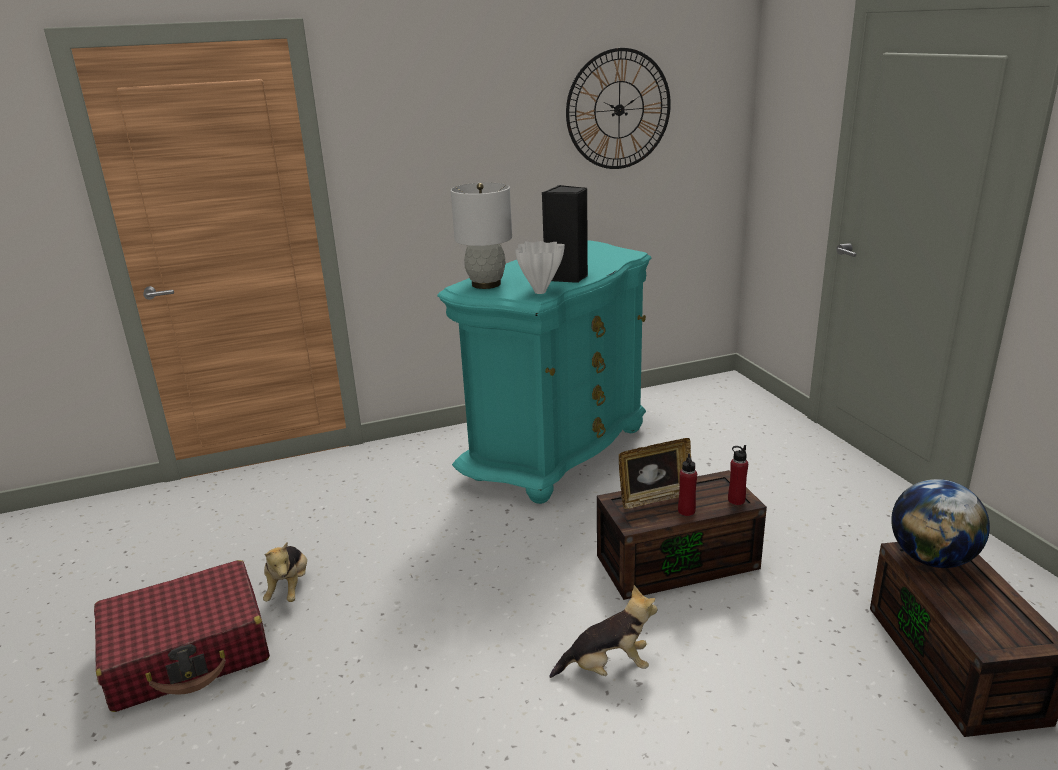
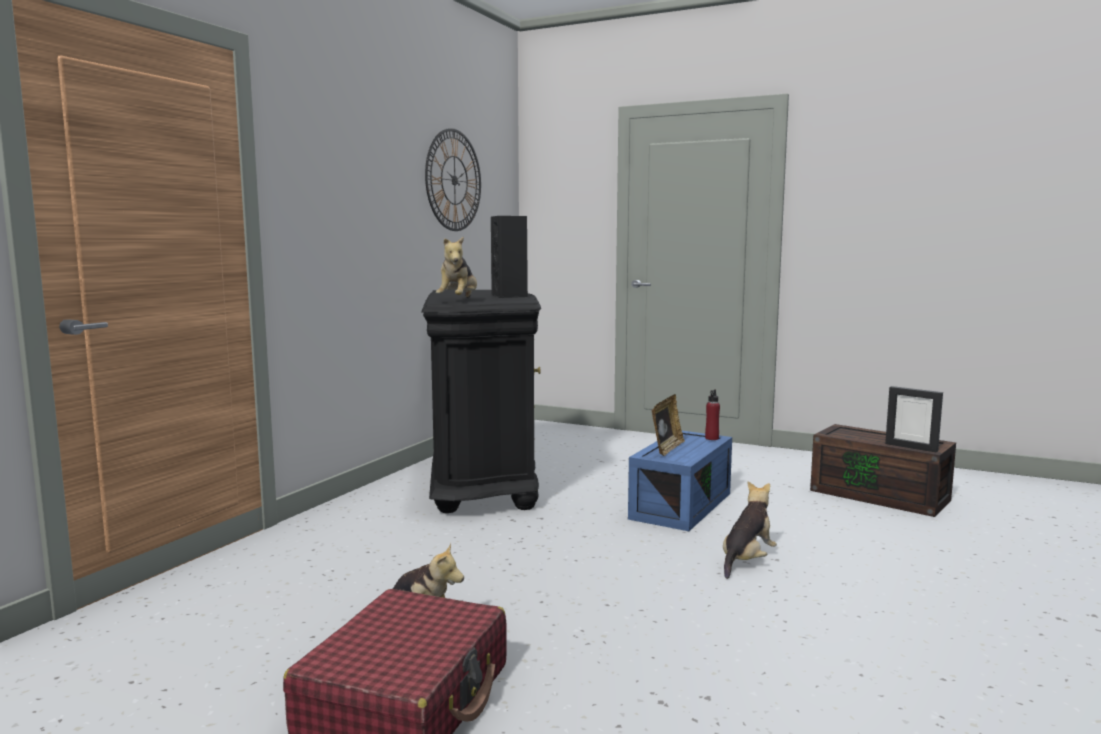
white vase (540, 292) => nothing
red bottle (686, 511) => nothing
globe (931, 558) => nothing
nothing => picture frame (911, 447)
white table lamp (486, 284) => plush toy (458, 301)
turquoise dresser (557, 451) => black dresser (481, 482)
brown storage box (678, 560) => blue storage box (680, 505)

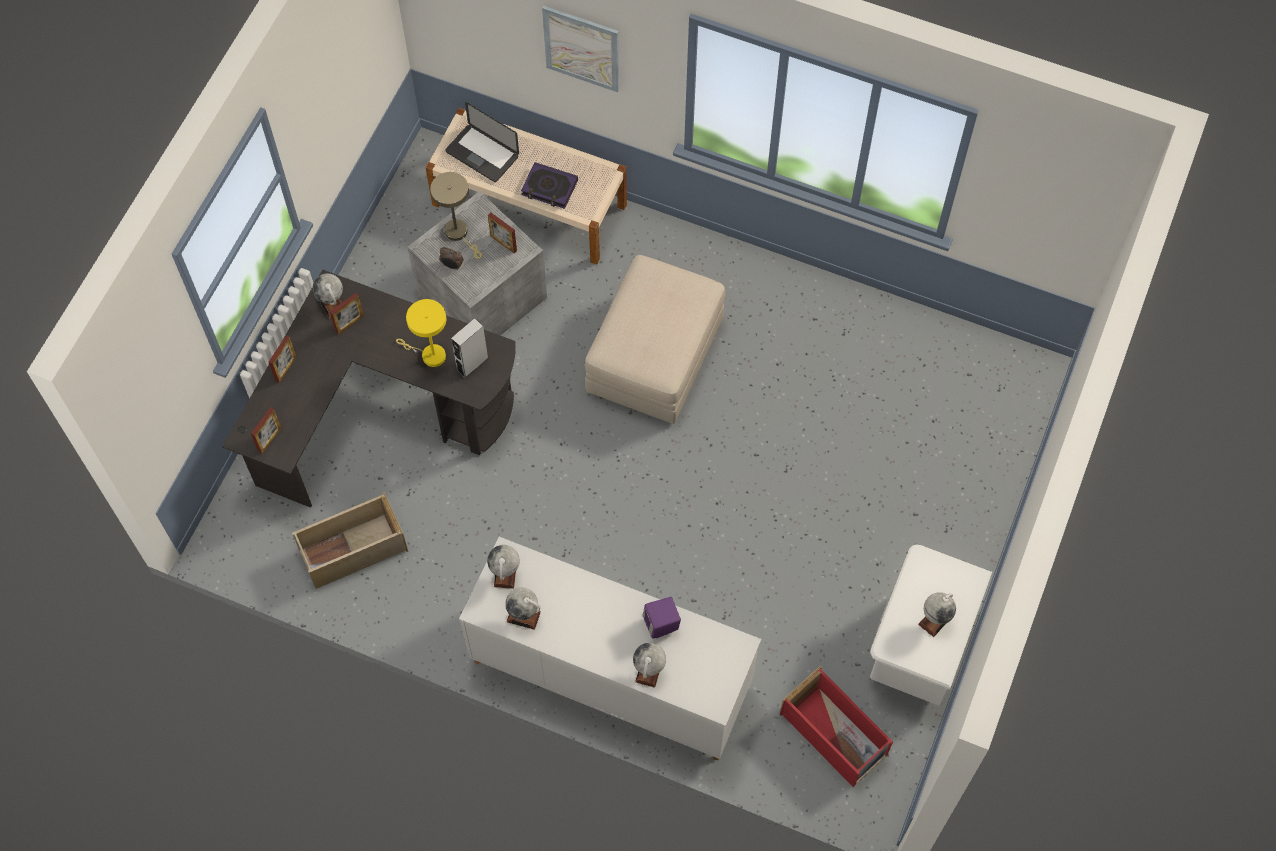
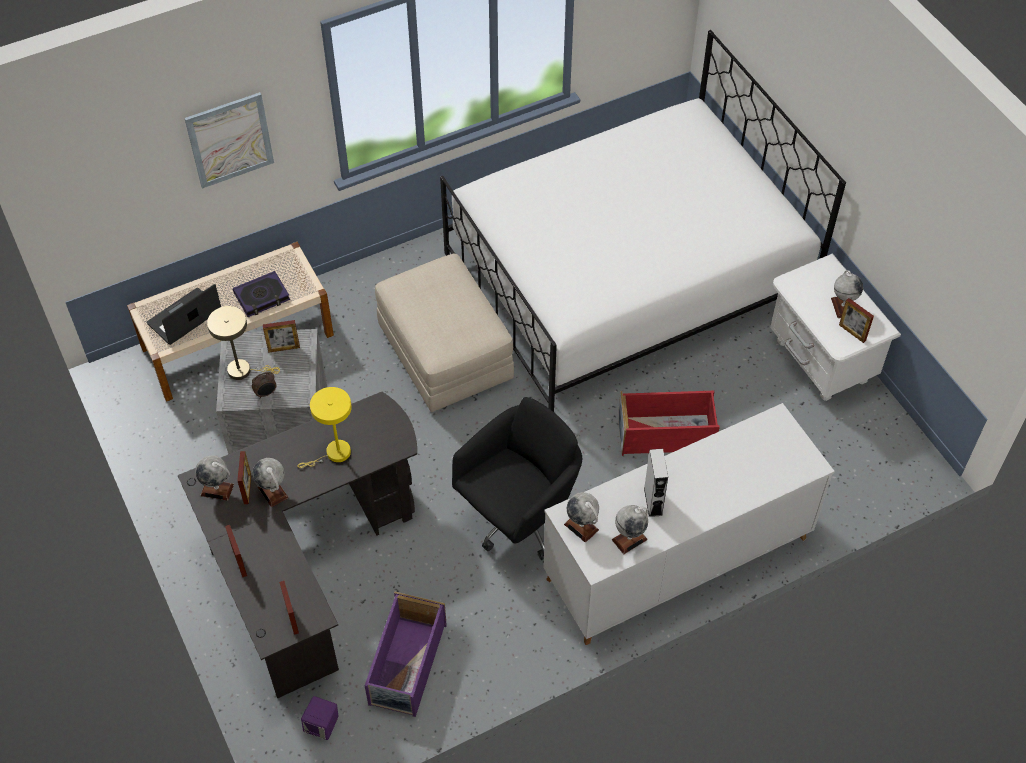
nothing => white bed (628, 278)
nothing => black office chair (518, 523)
nothing => picture frame (852, 332)
grey speaker (472, 364) => grey speaker (653, 501), relocated
globe (649, 671) => globe (273, 492), relocated
purple speaker (661, 624) => purple speaker (322, 725), relocated
red storage box (834, 734) => red storage box (666, 434), relocated
beige storage box (352, 550) => purple storage box (407, 665)
laptop (482, 154) => laptop (184, 317), 150 degrees clockwise

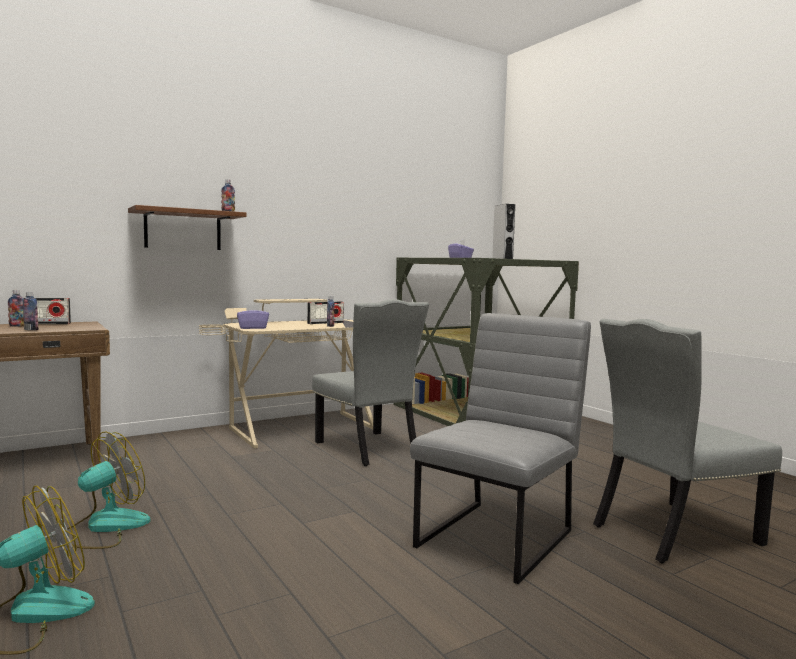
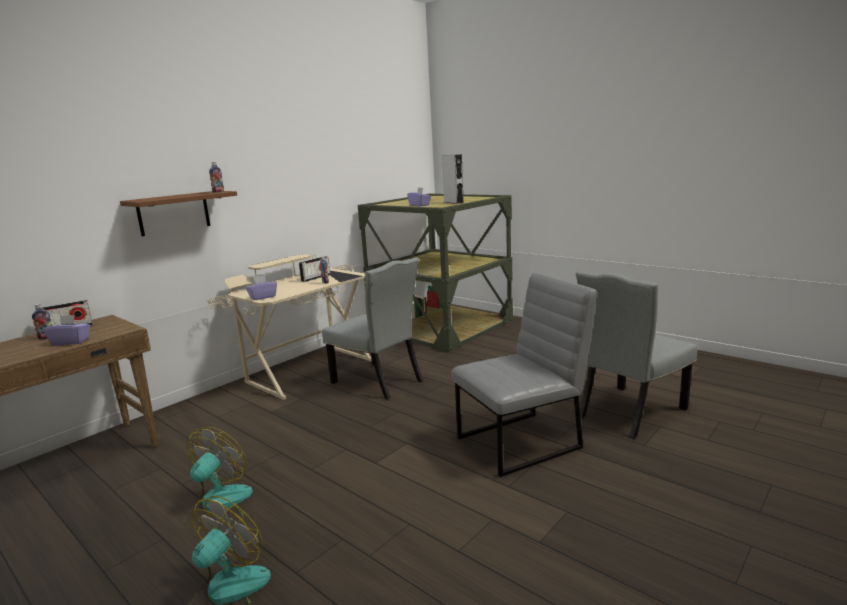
bottle (31, 329) => purple tissue box (71, 342)
grey chair (498, 537) => grey chair (522, 442), 45 degrees clockwise

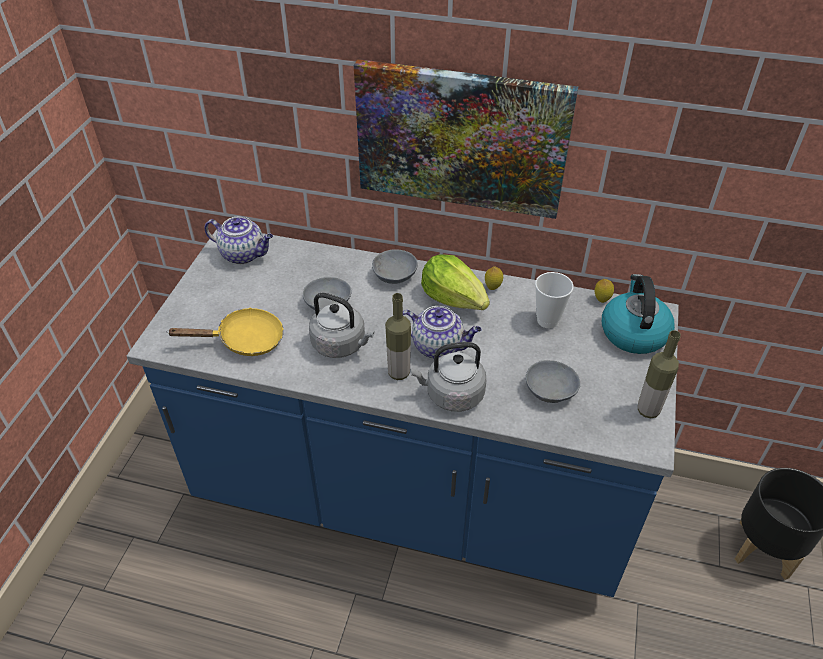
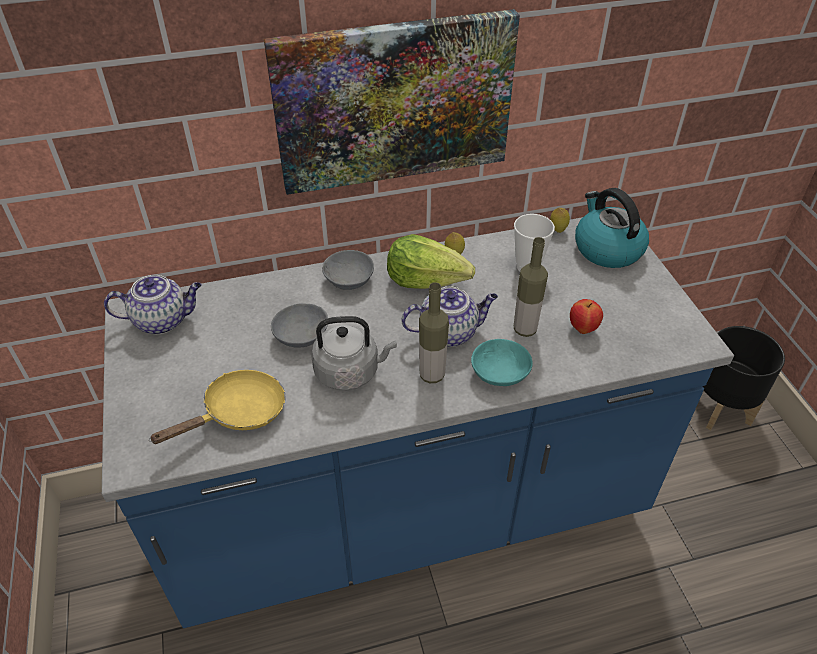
bottle (648, 410) => bottle (525, 329), relocated
grey kettle (451, 395) => turquoise bowl (499, 374)
grey bowl (552, 389) => apple (582, 329)

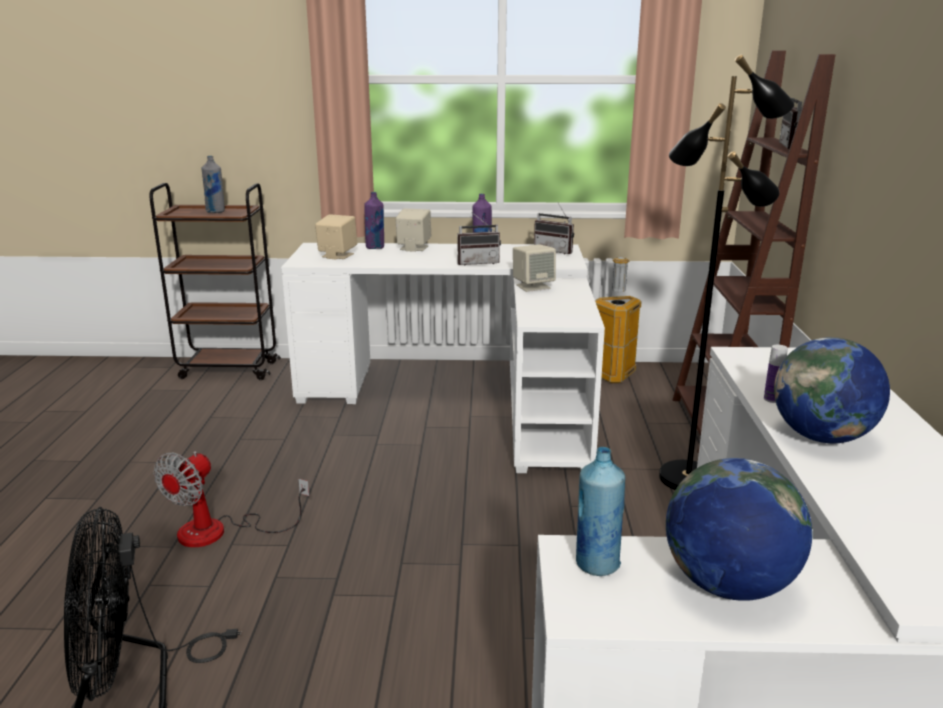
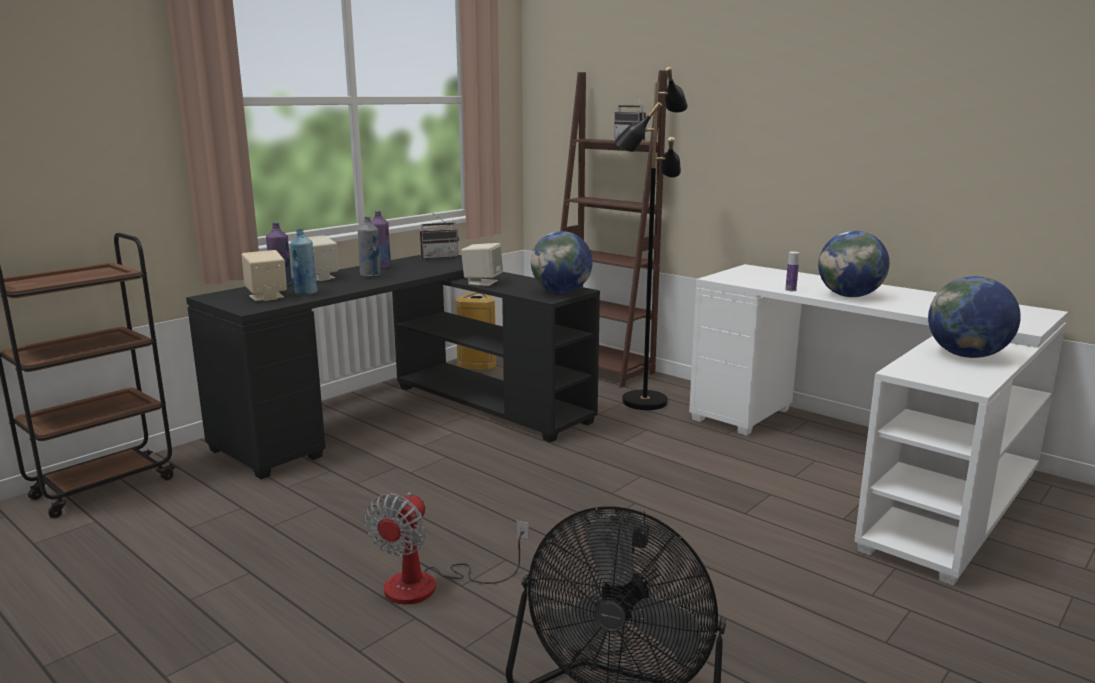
radio (478, 262) => nothing
nothing => globe (561, 292)
grey bottle (216, 211) => grey bottle (370, 276), relocated
blue bottle (597, 564) => blue bottle (306, 293), relocated
white desk (466, 399) => black desk (410, 417)
fan (219, 531) => fan (430, 585), 45 degrees clockwise

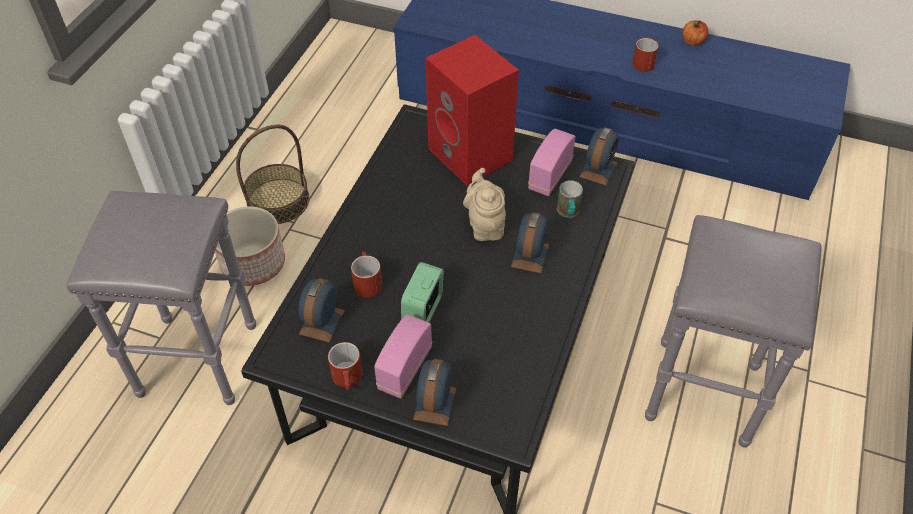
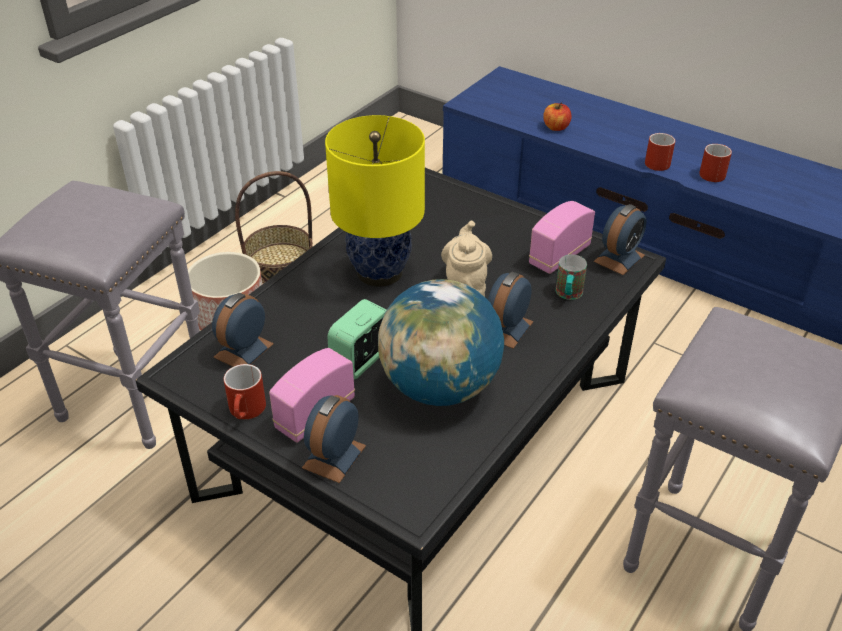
red speaker (472, 155) => nothing
nothing => yellow table lamp (379, 272)
nothing => globe (440, 387)
red mug (366, 282) => red mug (656, 161), relocated
apple (693, 42) => apple (556, 127), relocated

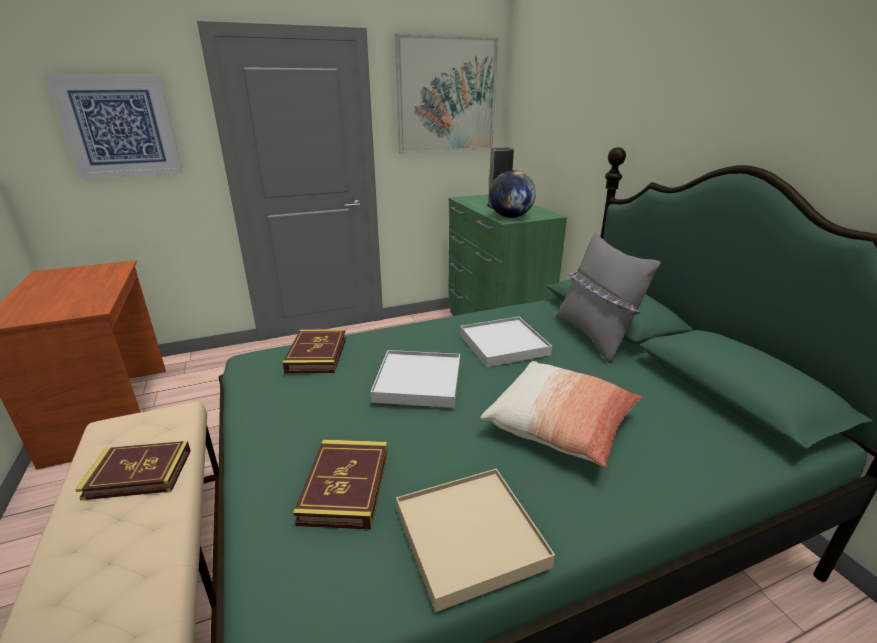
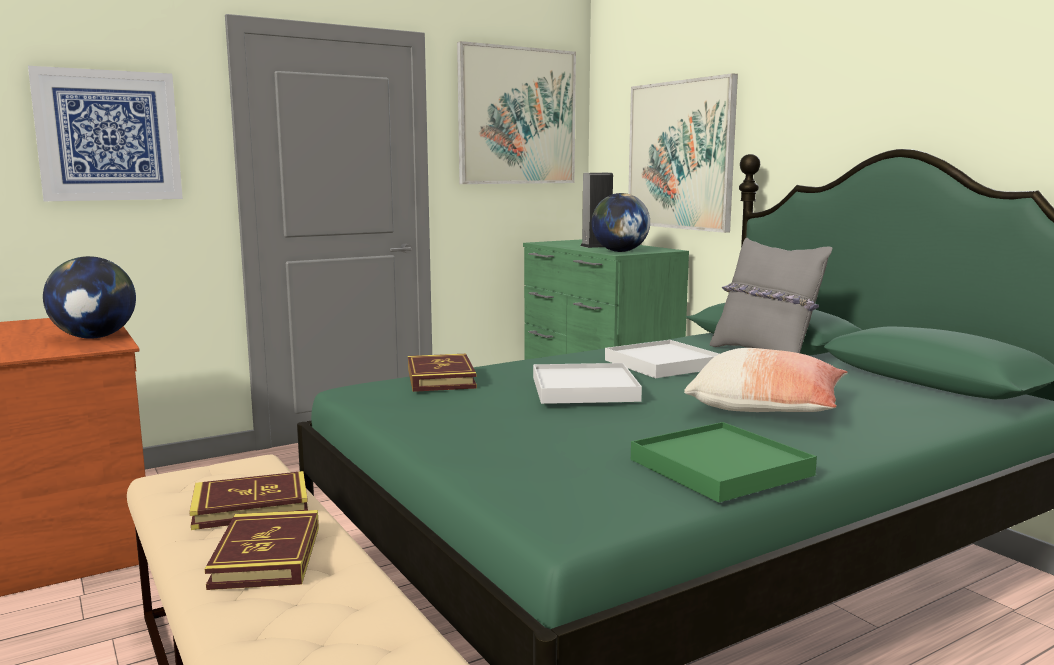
nothing => globe (95, 337)
nothing => picture (680, 155)
book (345, 486) => book (267, 556), relocated
beige tray (470, 537) => green tray (721, 467)

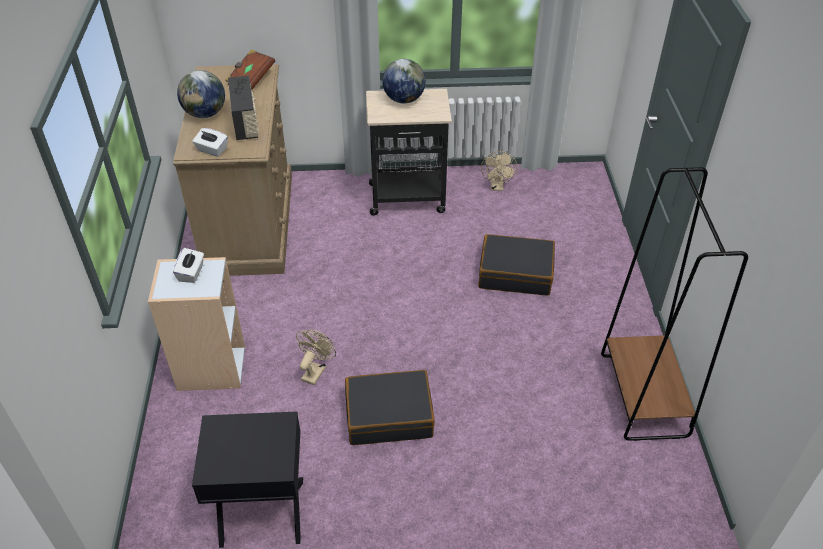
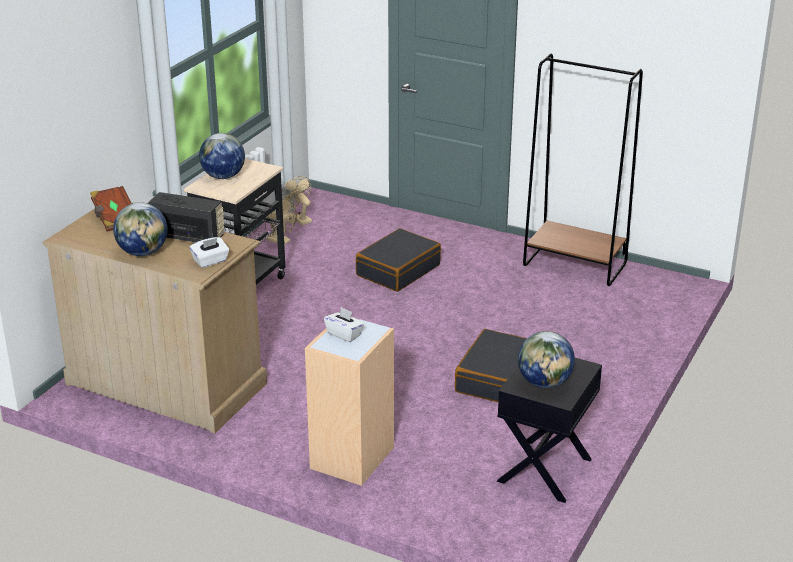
nothing => globe (544, 383)
beige fan (315, 370) => beige fan (299, 219), relocated

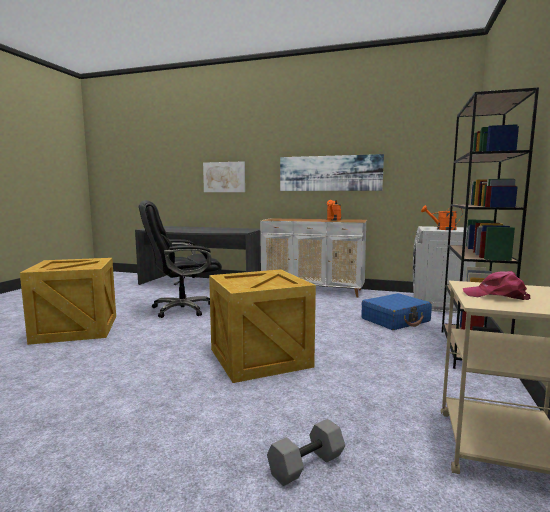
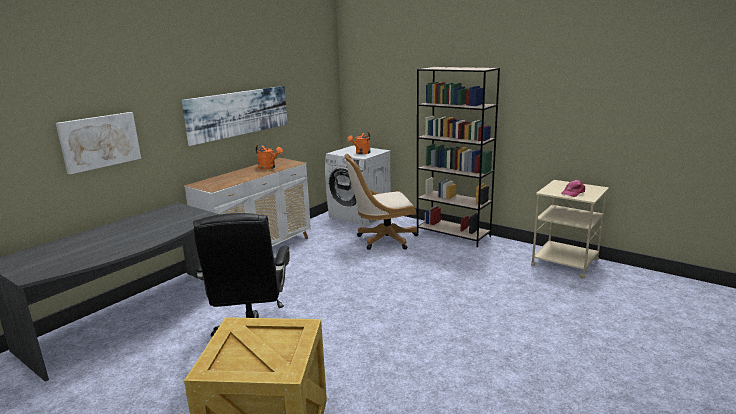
crate (259, 358) => nothing
grey dumbbell (306, 466) => nothing
blue suitcase (396, 320) => office chair (382, 240)

